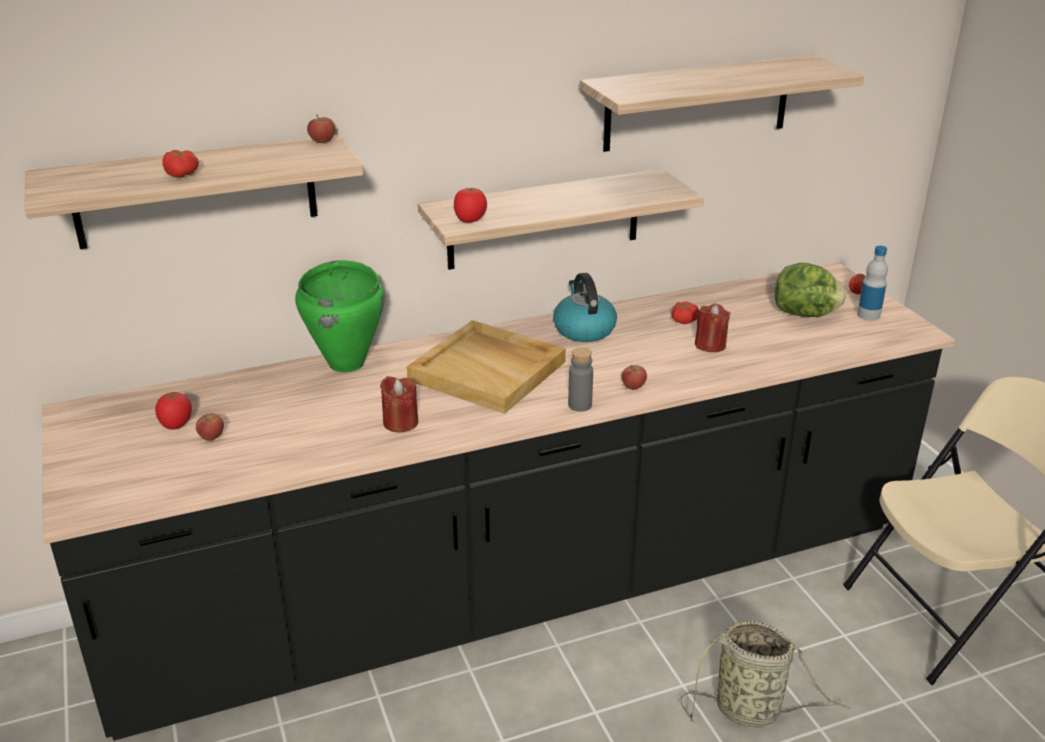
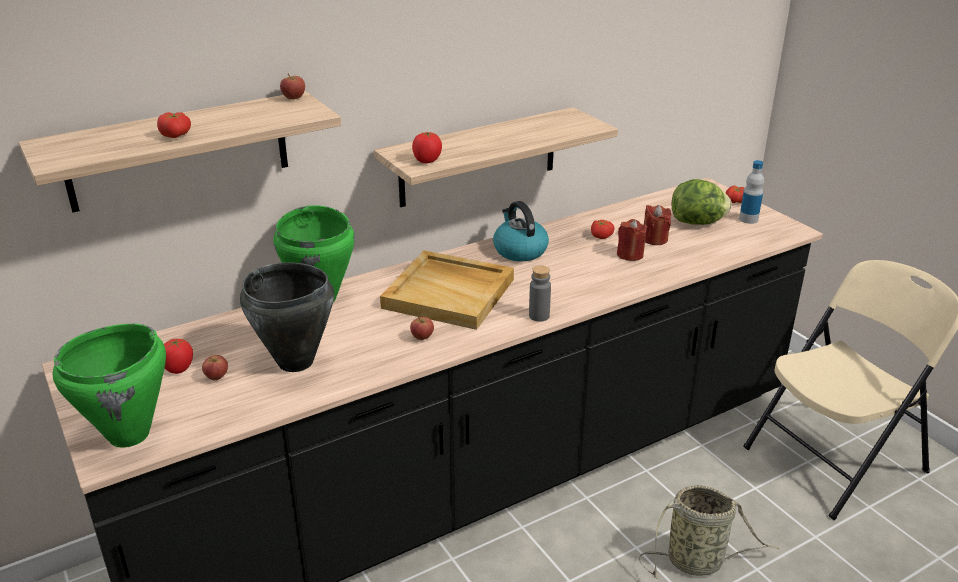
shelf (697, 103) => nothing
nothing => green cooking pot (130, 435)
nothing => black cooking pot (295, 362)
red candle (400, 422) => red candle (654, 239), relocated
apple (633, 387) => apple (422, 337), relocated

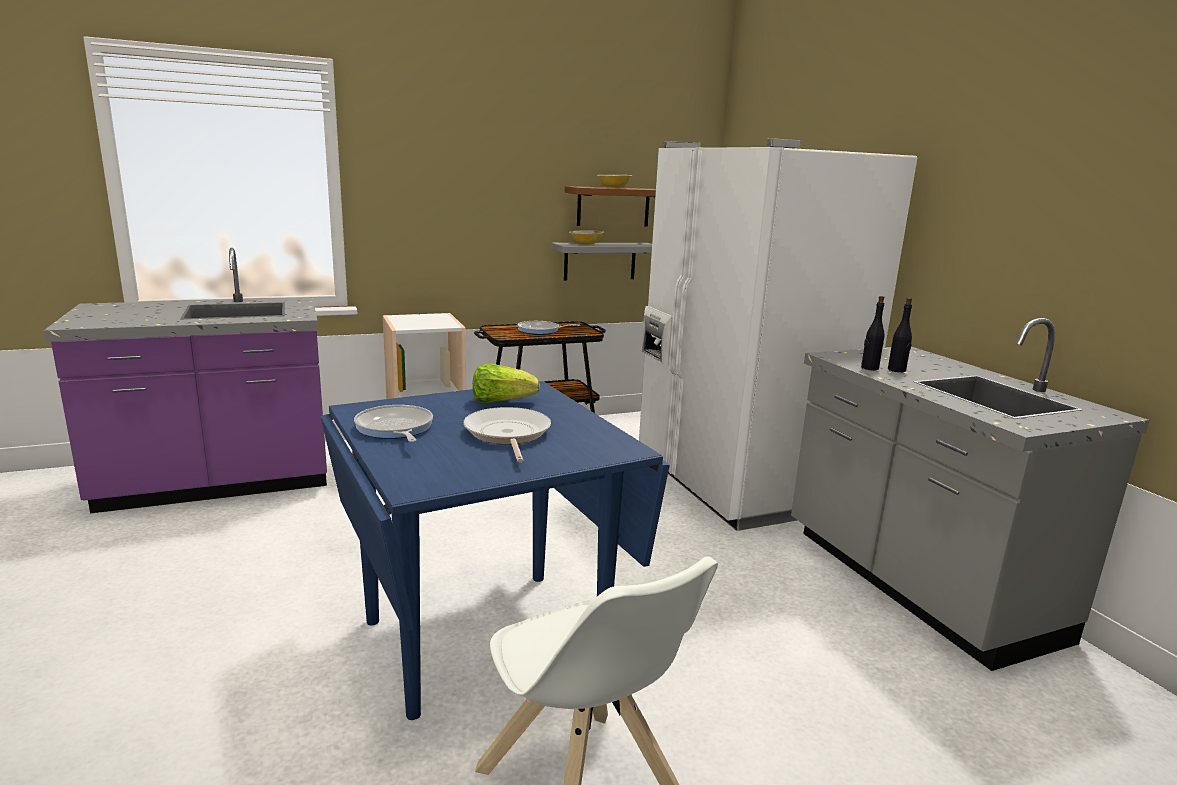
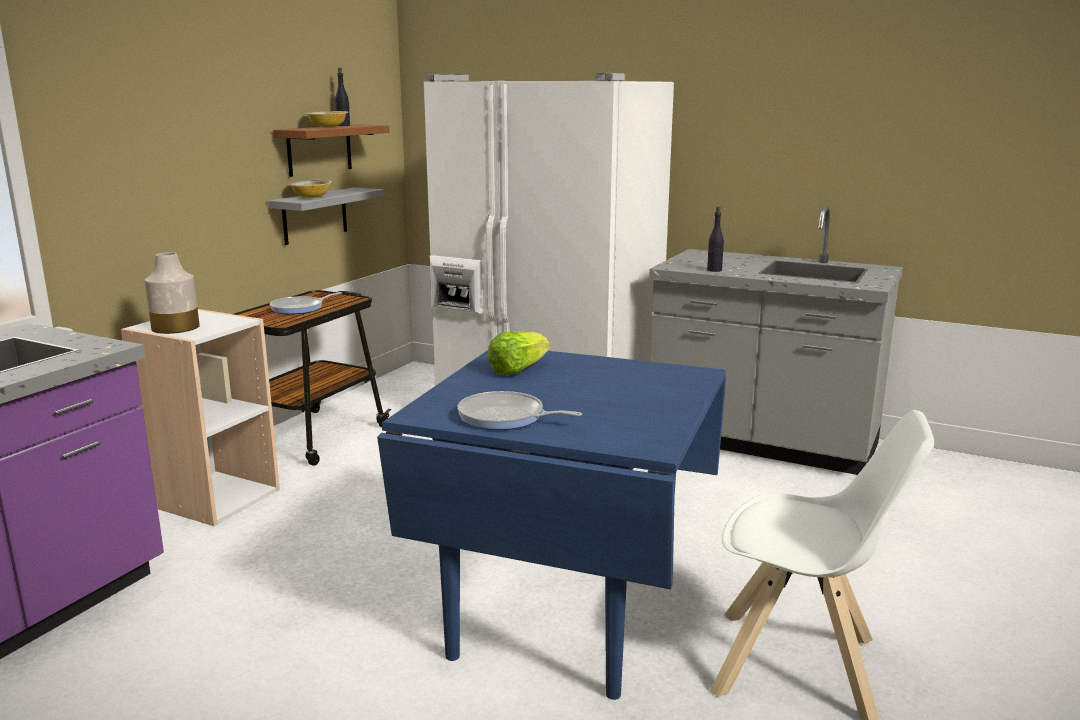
frying pan (507, 434) => nothing
nothing => beige vase (175, 327)
black bottle (896, 370) => black bottle (343, 125), relocated

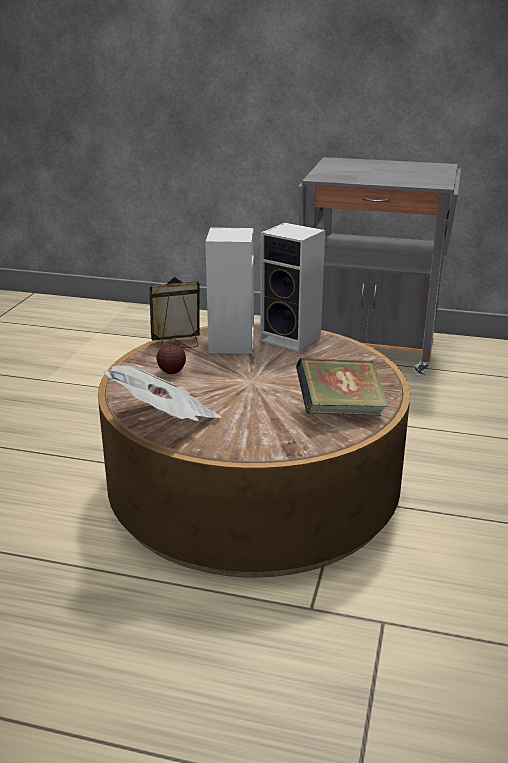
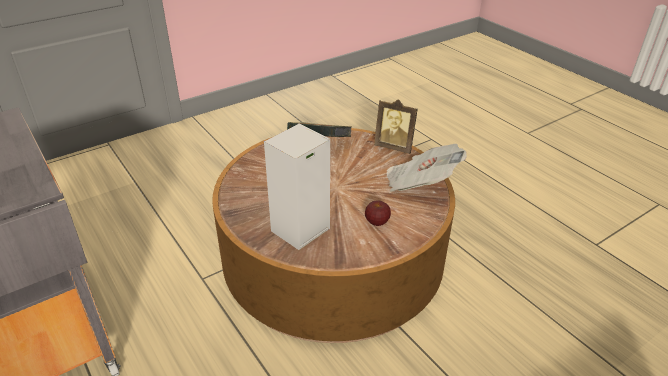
speaker (293, 339) => nothing
picture frame (177, 344) => picture frame (394, 147), relocated

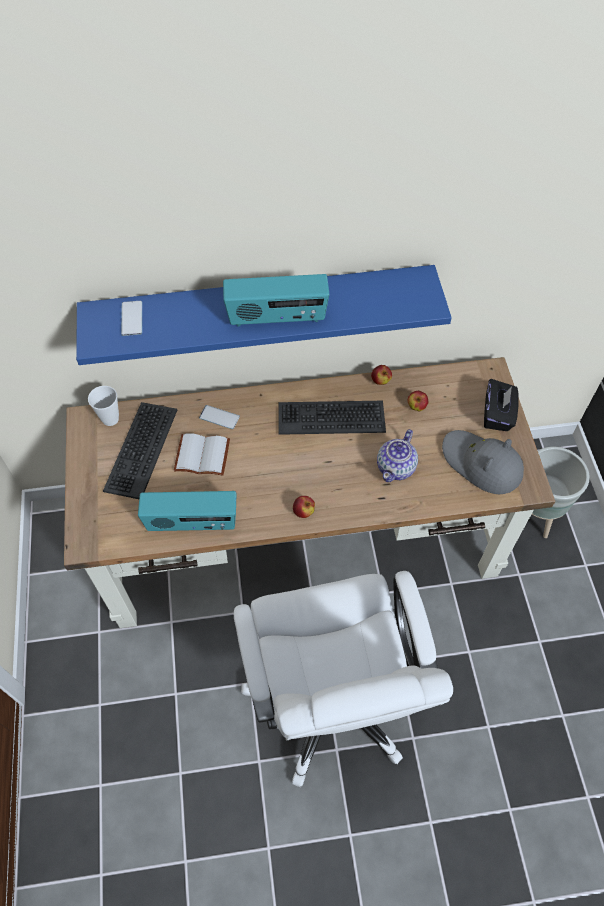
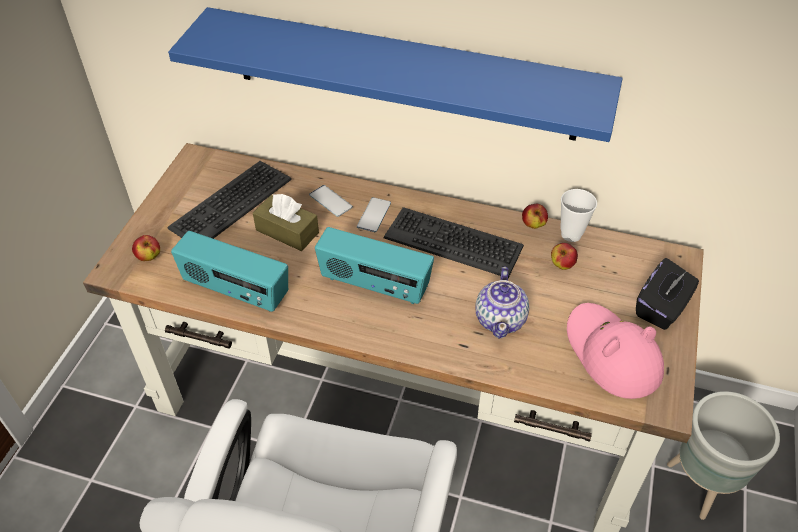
cup (110, 419) => cup (571, 234), relocated
phone (132, 318) => phone (374, 215), relocated
radio (277, 318) => radio (374, 285), relocated
apple (303, 512) => apple (149, 257), relocated
white book (201, 457) => brown tissue box (287, 231)
grey hat (481, 464) => pink hat (611, 354)
teapot (396, 467) => teapot (501, 319), 45 degrees counterclockwise

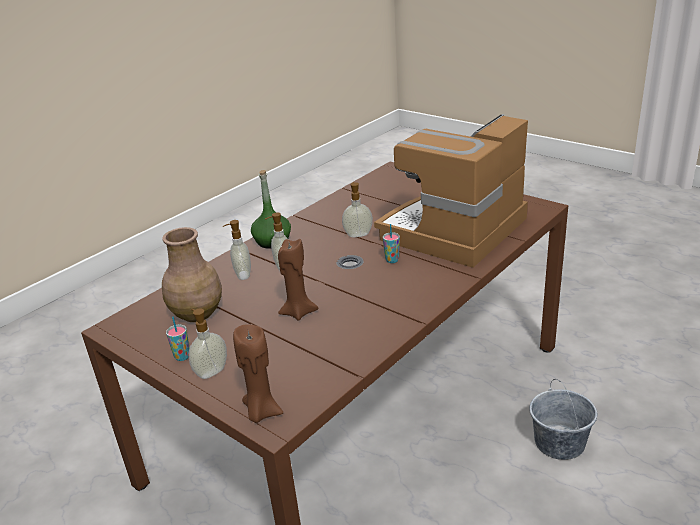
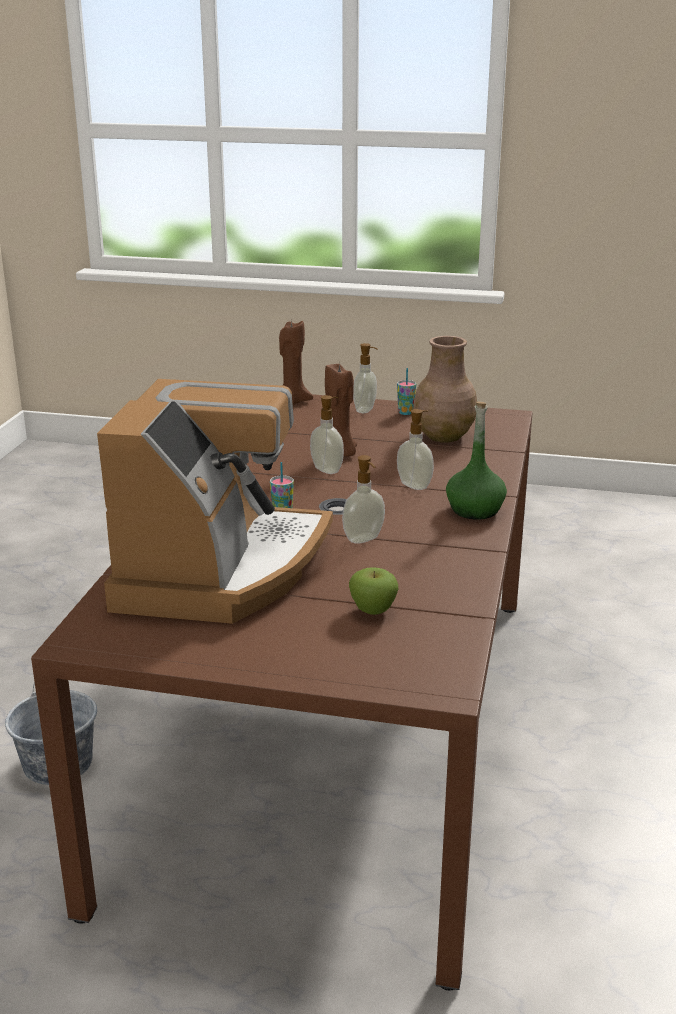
nothing => apple (373, 610)
soap dispenser (242, 275) => soap dispenser (327, 470), relocated

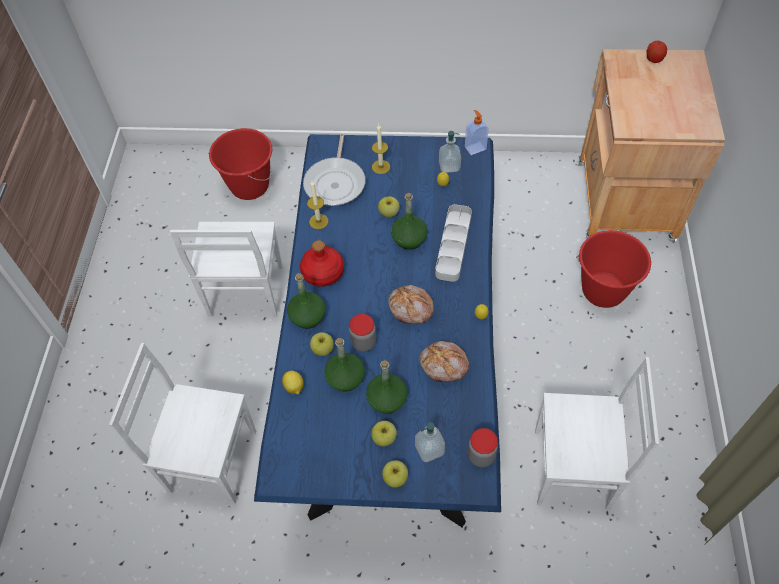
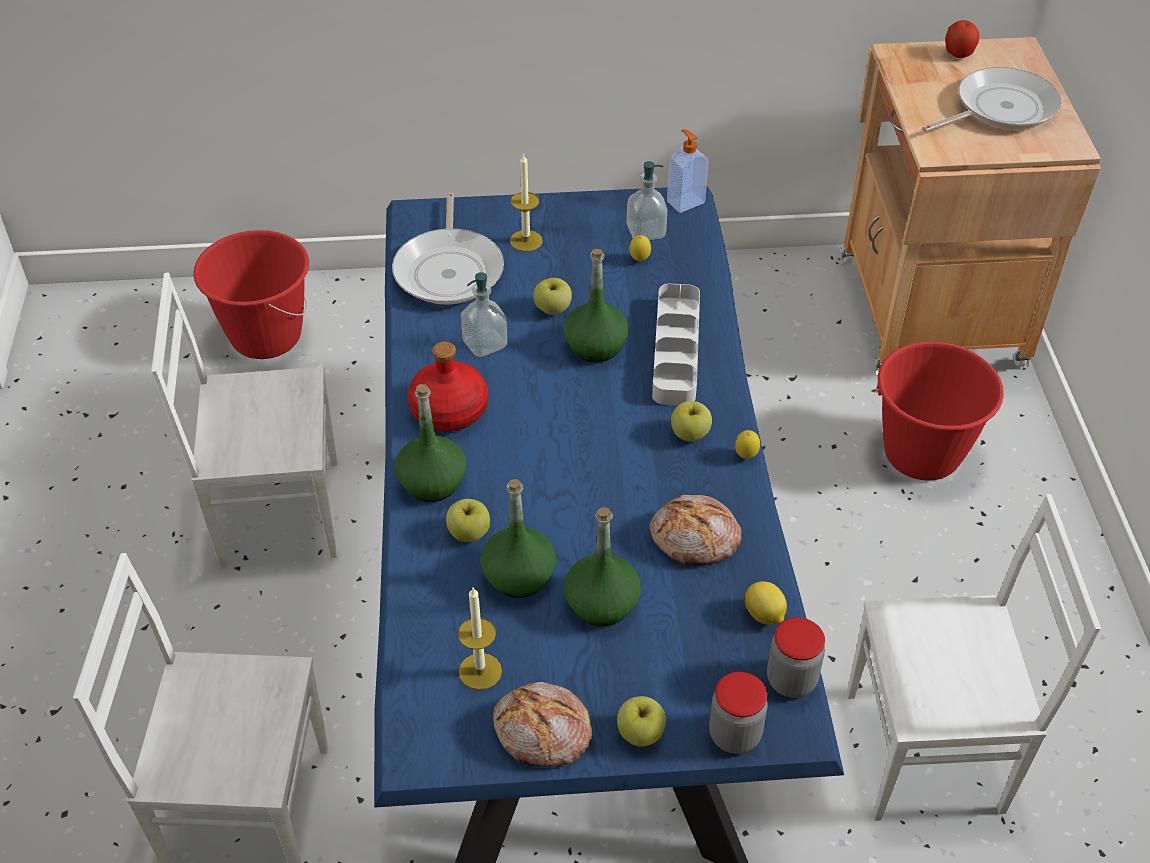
nothing => frying pan (1000, 108)
lemon (294, 387) => lemon (764, 615), relocated
candle (318, 221) => candle (480, 671), relocated
jar (363, 342) => jar (734, 735), relocated
apple (384, 438) => apple (690, 434), relocated
bread (410, 309) => bread (542, 734), relocated
soap dispenser (429, 449) => soap dispenser (485, 344), relocated
white chair (244, 292) => white chair (277, 511), 90 degrees clockwise

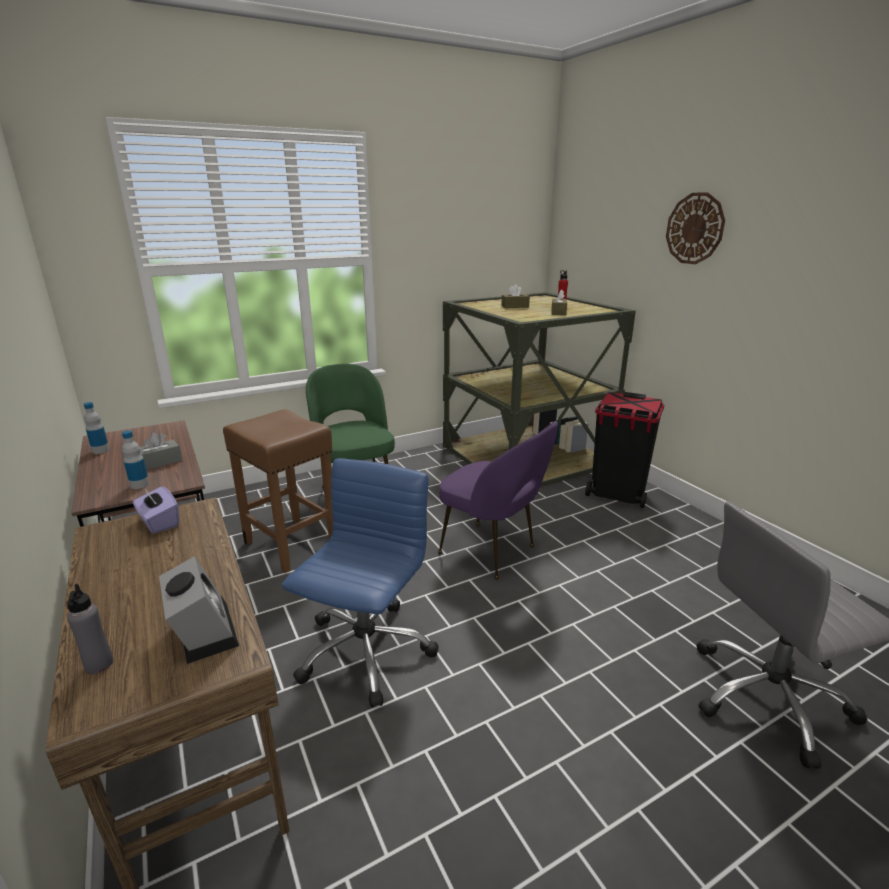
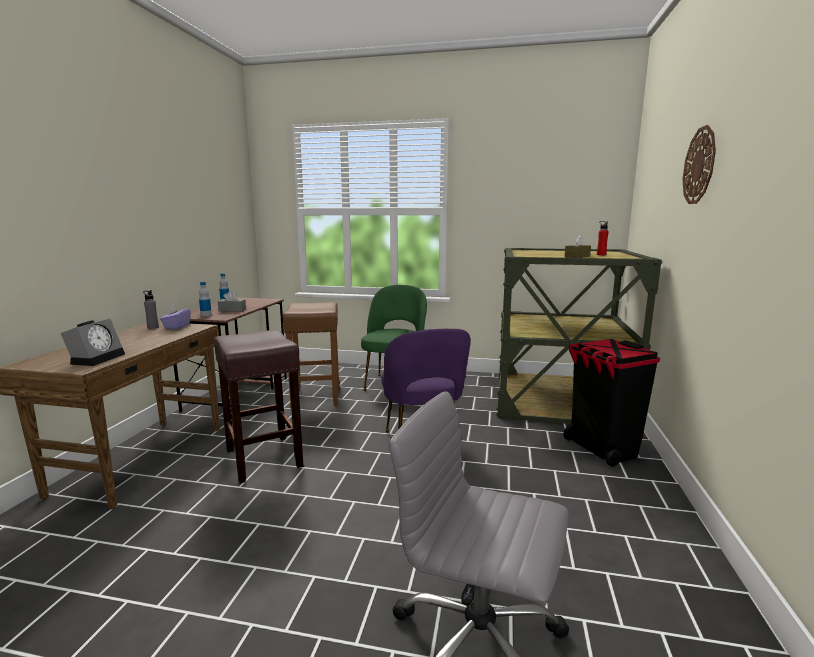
brown tissue box (515, 306) => nothing
grey bottle (99, 664) => grey bottle (153, 327), relocated
blue office chair (365, 650) => brown stool (264, 458)

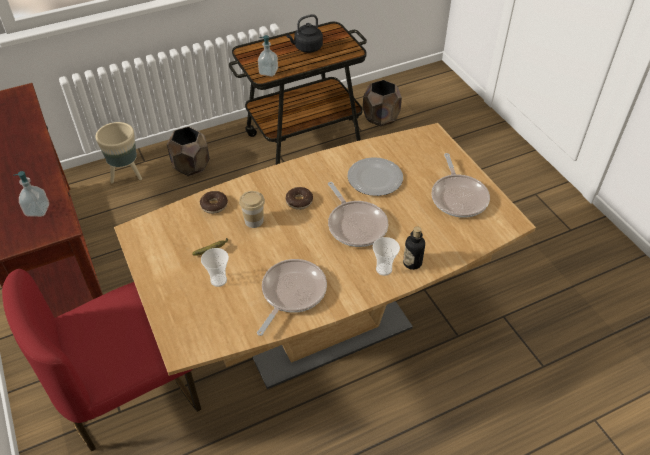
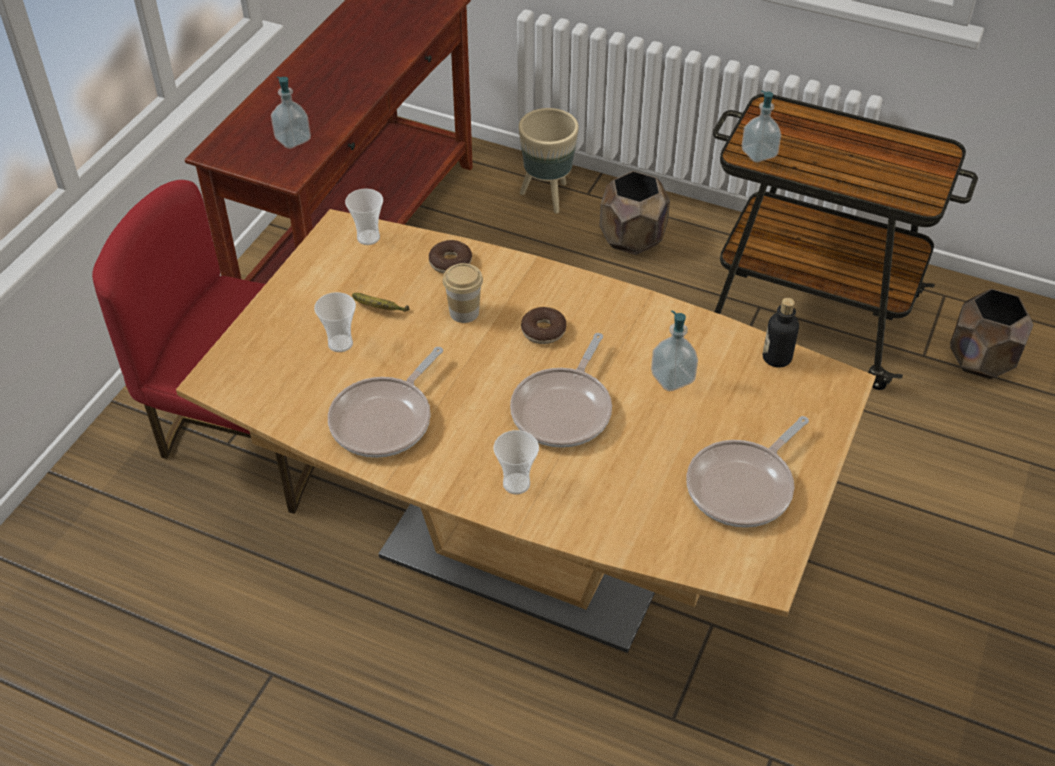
black kettle (307, 48) => nothing
nothing => cup (368, 237)
bottle (412, 263) => bottle (777, 358), relocated
plate (375, 179) => soap dispenser (672, 378)
frying pan (291, 293) => frying pan (385, 419), 135 degrees clockwise

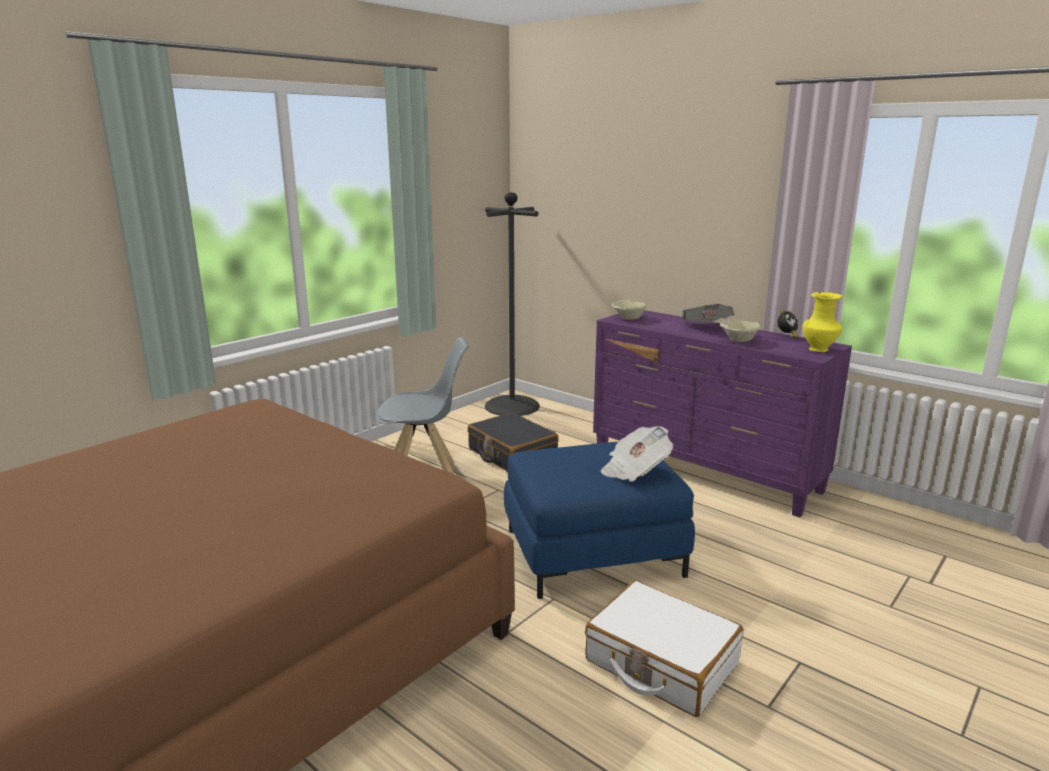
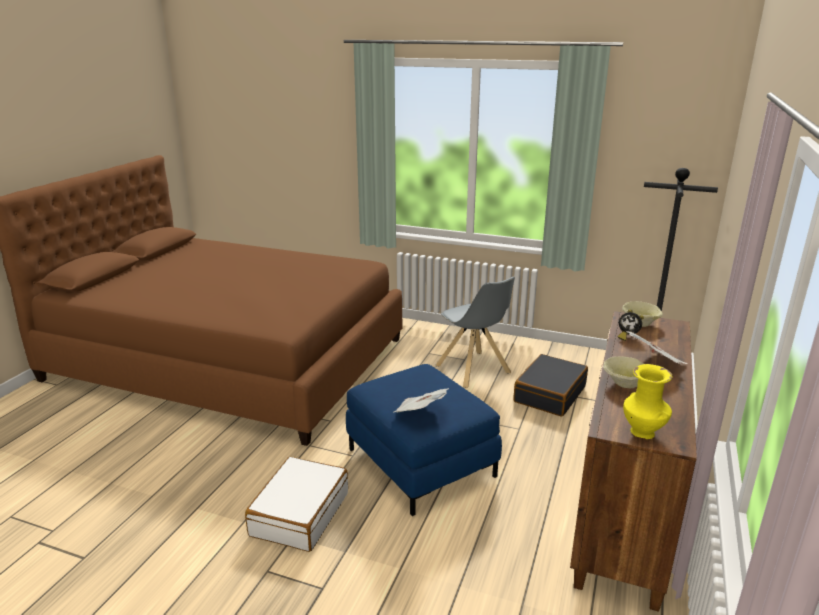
alarm clock (786, 336) => alarm clock (627, 336), relocated
purple dresser (704, 471) => brown dresser (622, 508)

